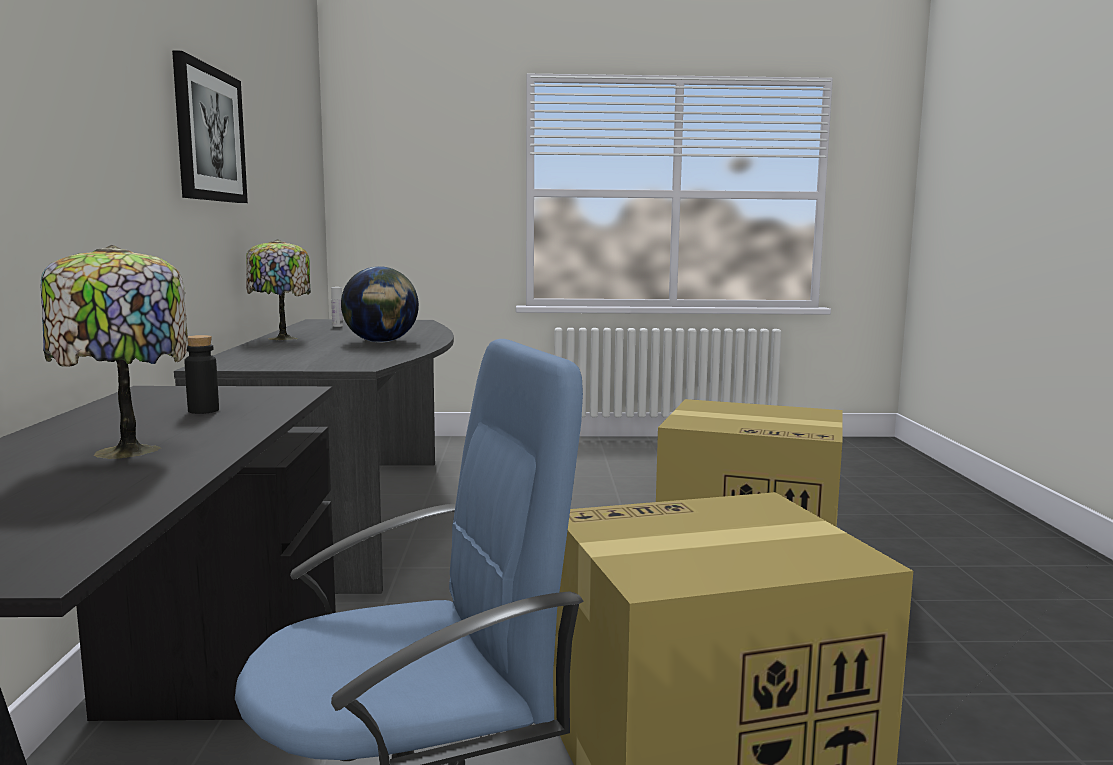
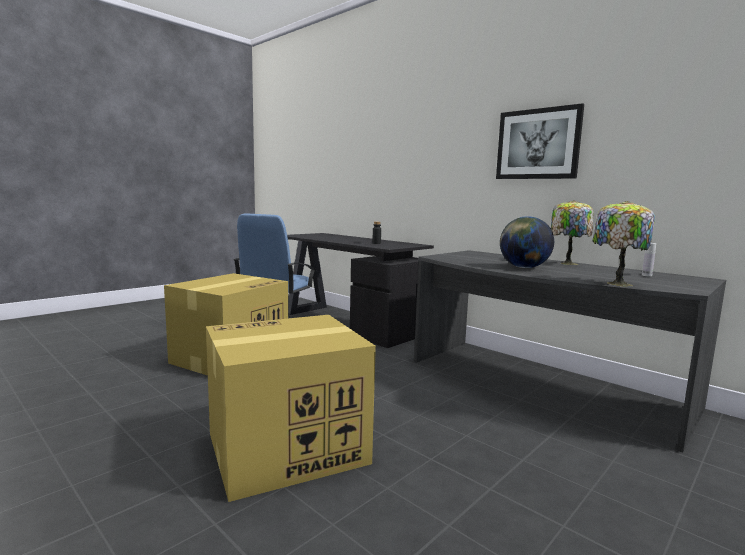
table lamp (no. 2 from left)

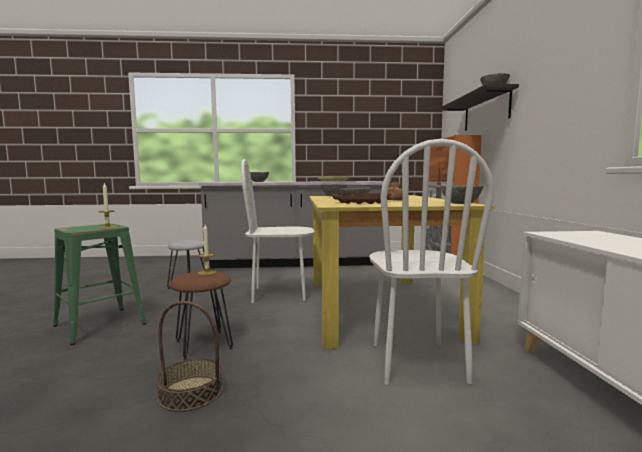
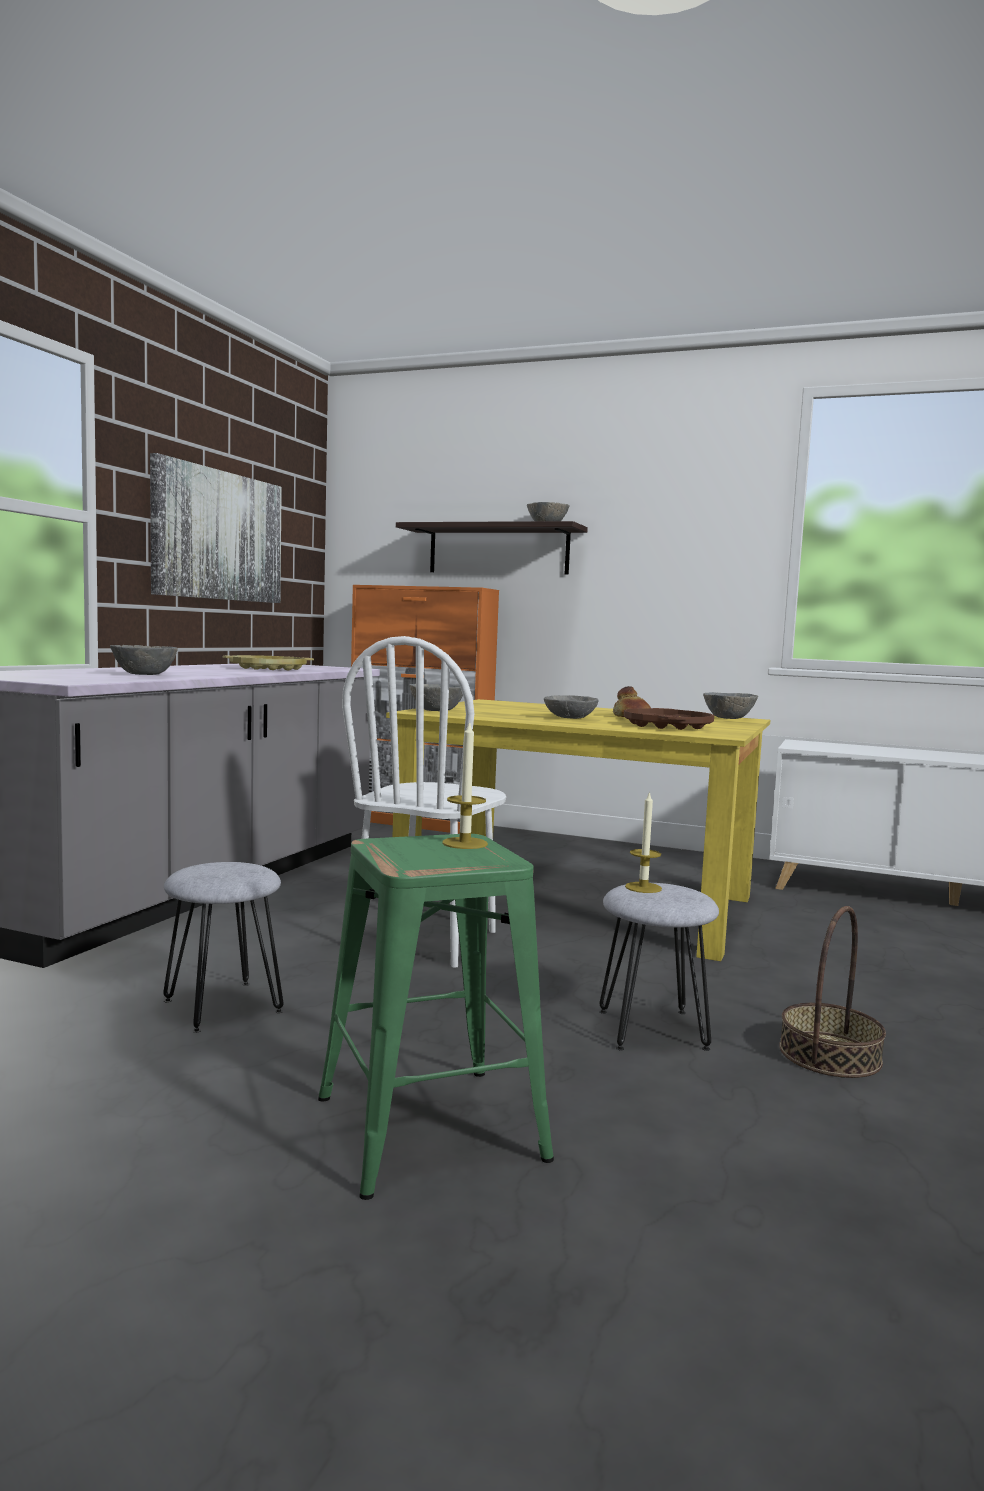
chair/white (no. 2 from left in the first image)
stool/gray (no. 2 from left)
wall art

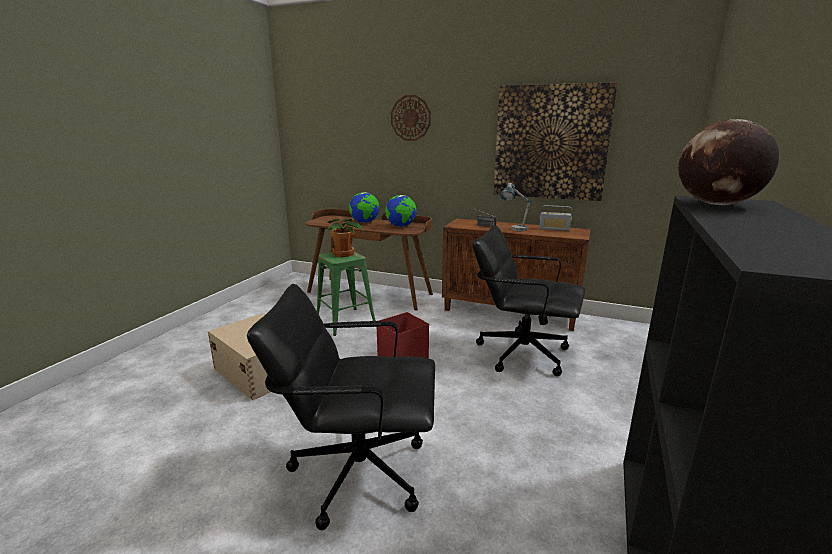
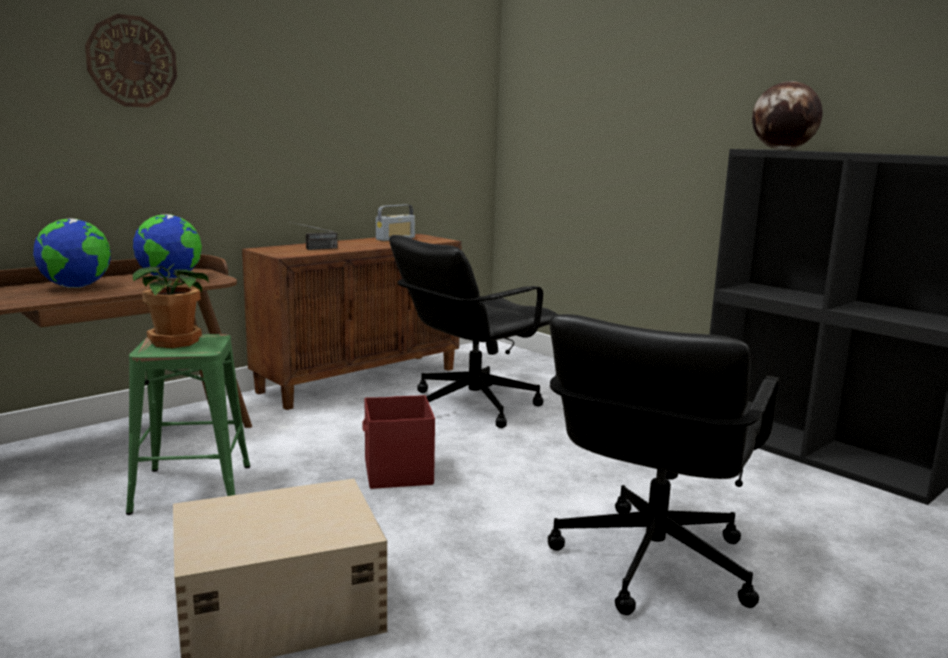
wall art
table lamp

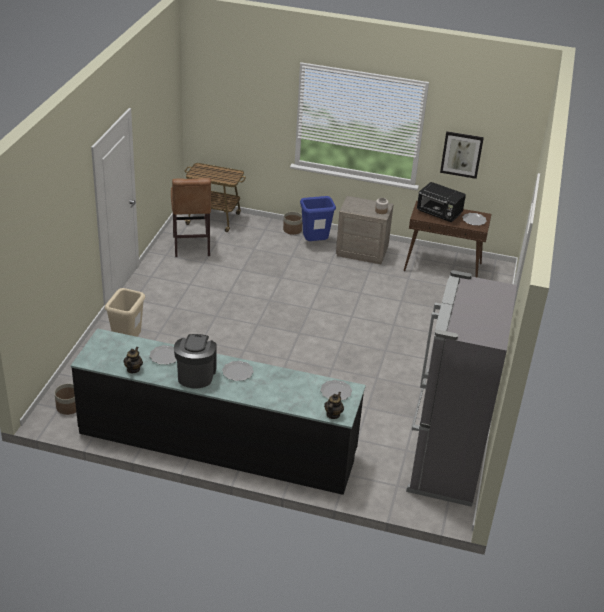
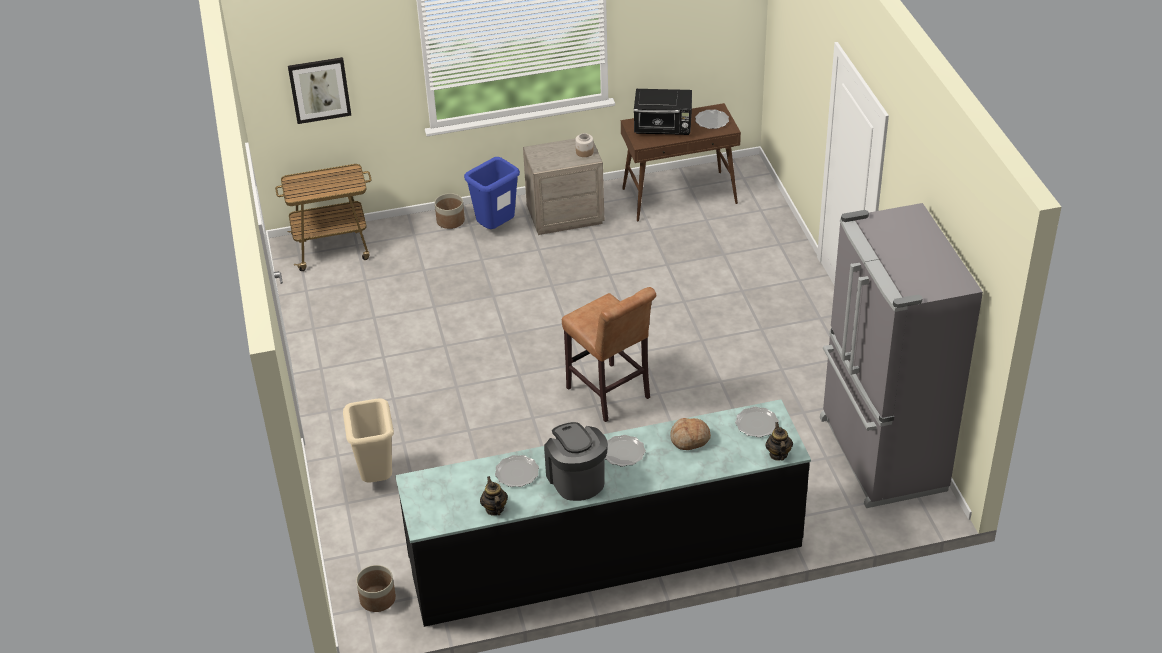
wall art
stool/brownish
baked bread

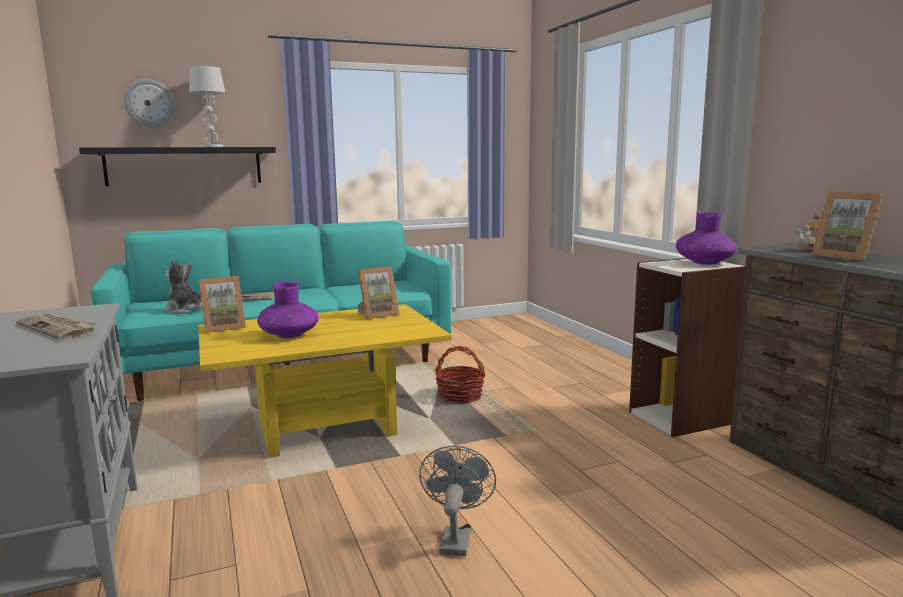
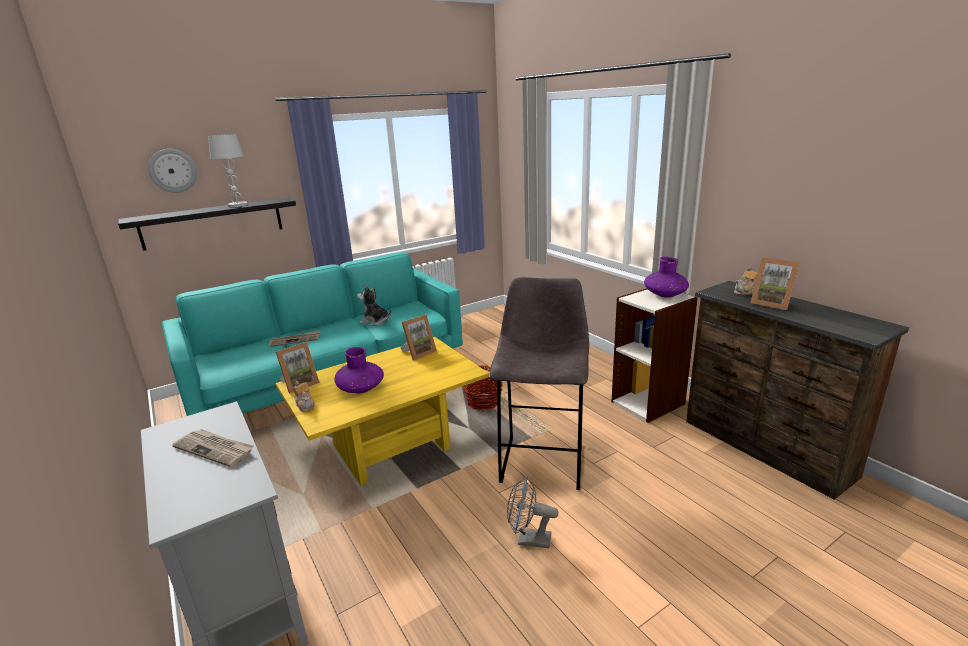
soft toy
electric fan/gray
stool/gray
teapot (no. 1 from left)

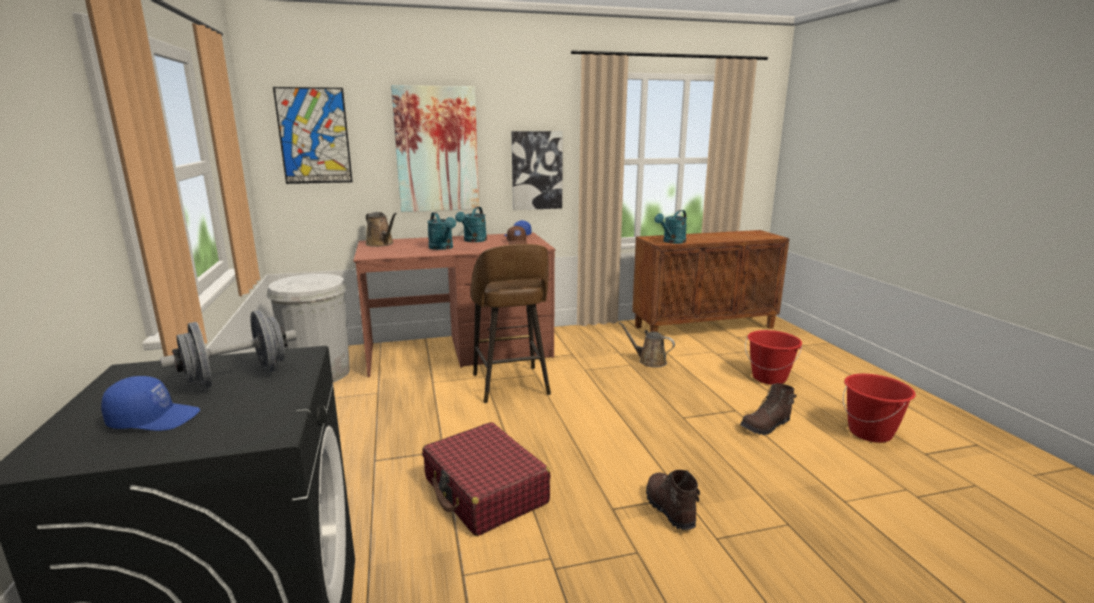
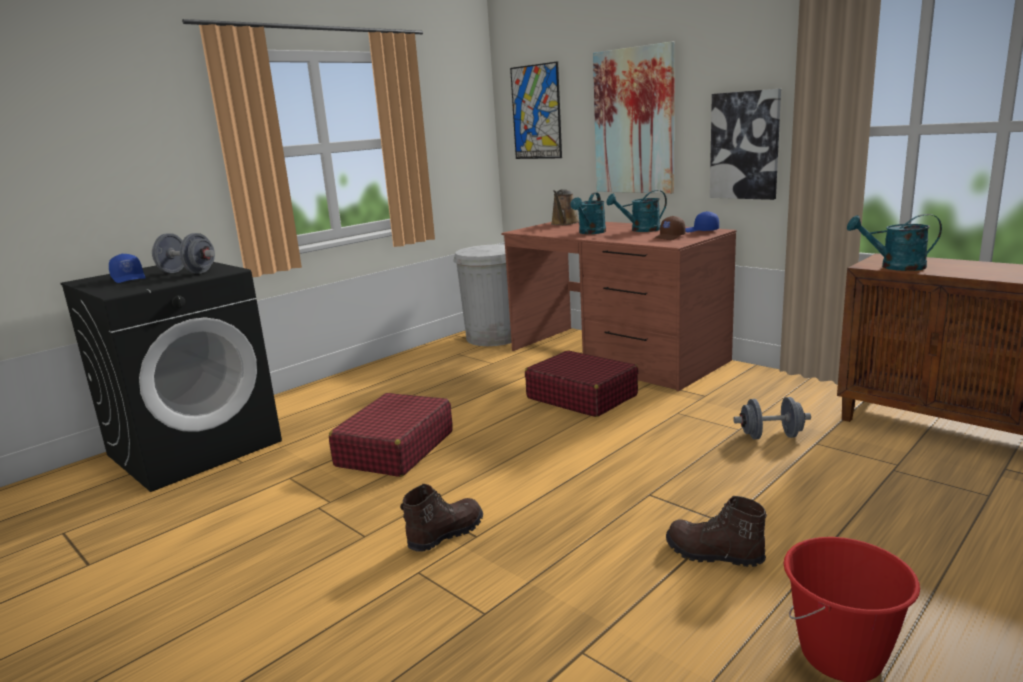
piece of luggage/red (no. 2 from left)
hand weight/gray (no. 2 from left)
water bucket/red (no. 1 from left in the first image)

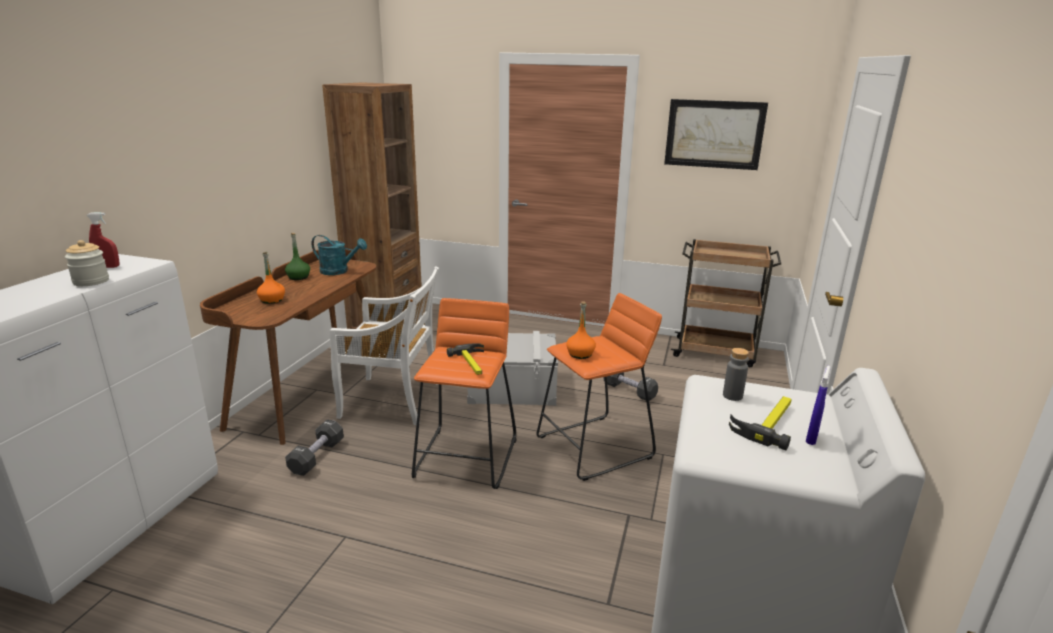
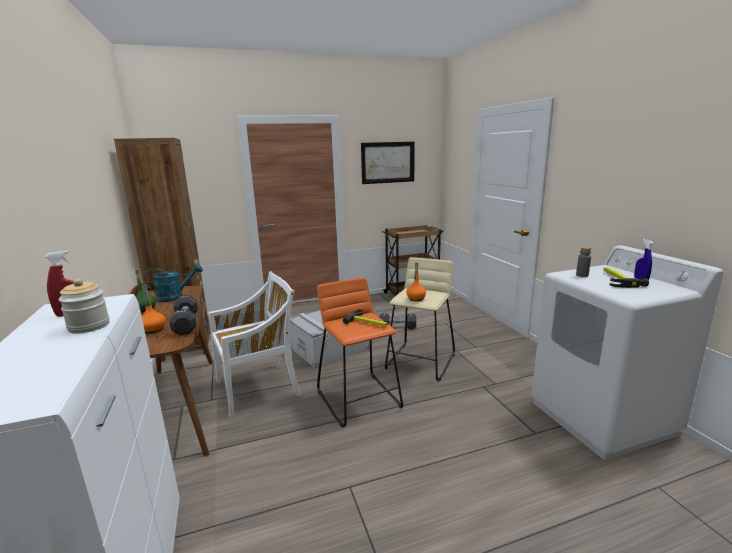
stool/beige-coloured
hand weight/black (no. 1 from left)

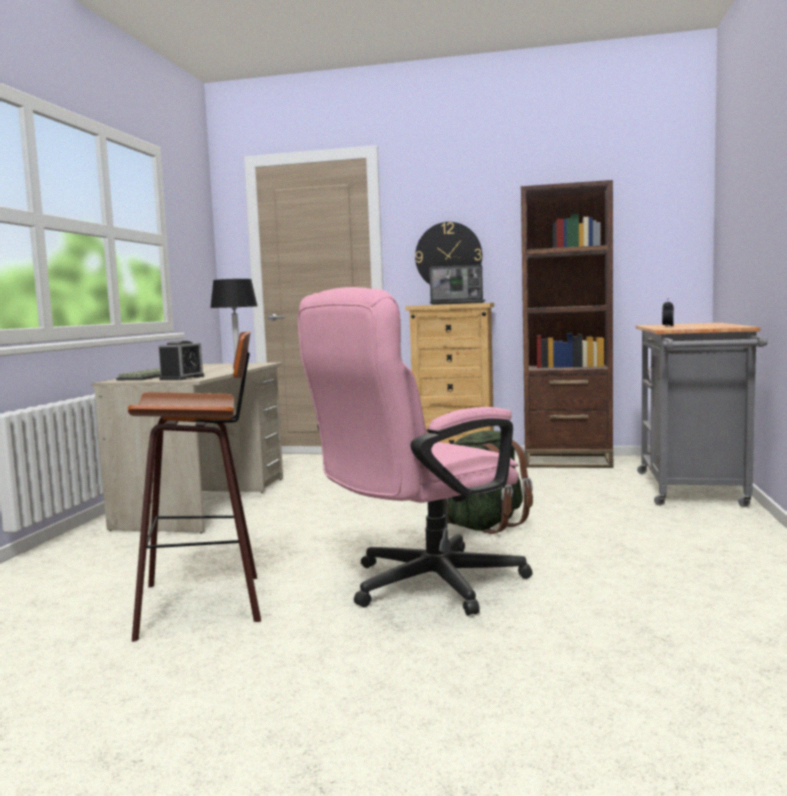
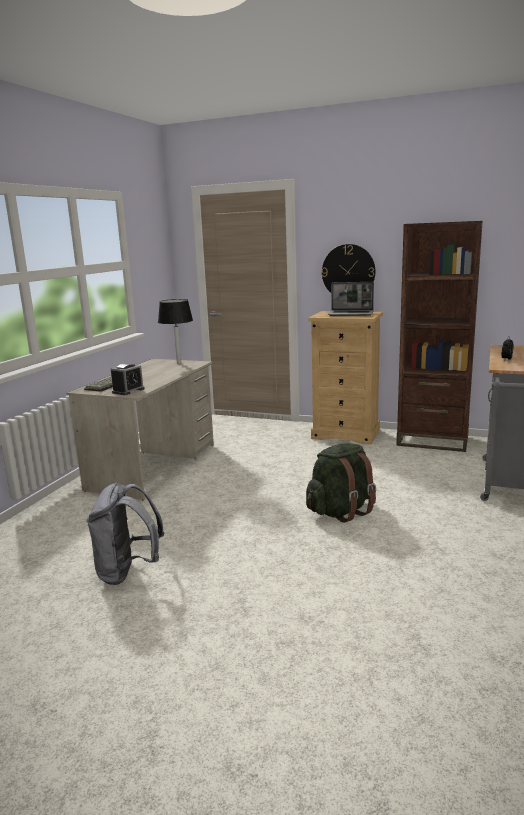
office chair/pinkish
backpack/gray

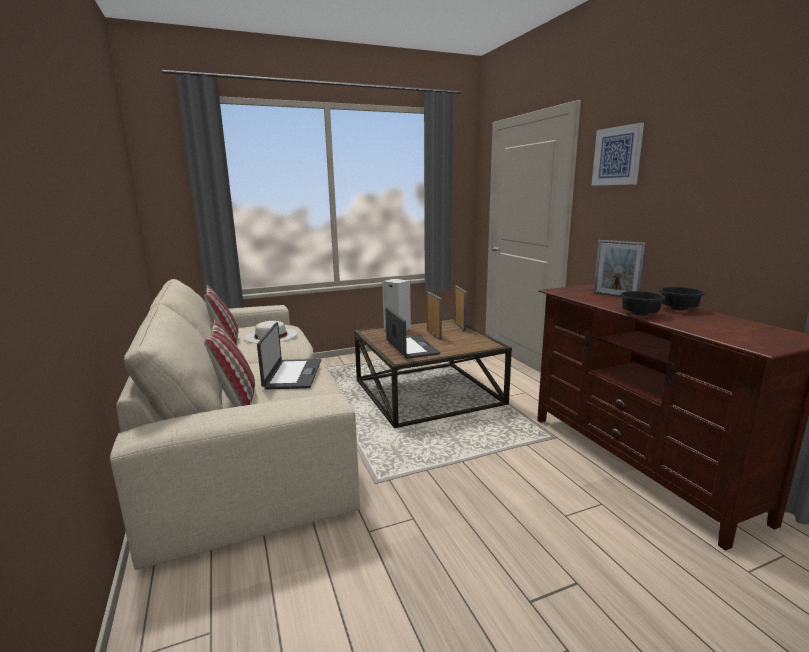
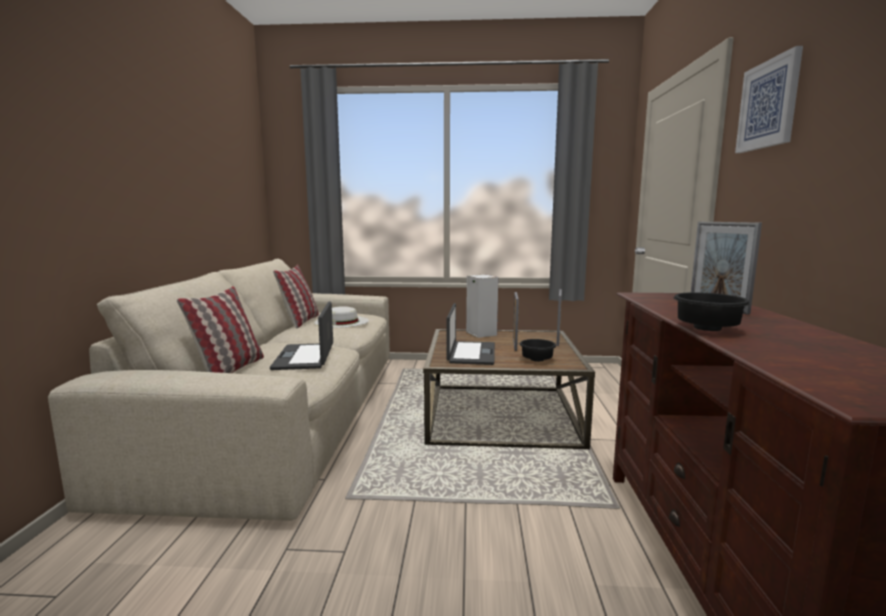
serving bowl/black (no. 1 from left)
laptop (no. 1 from left)

